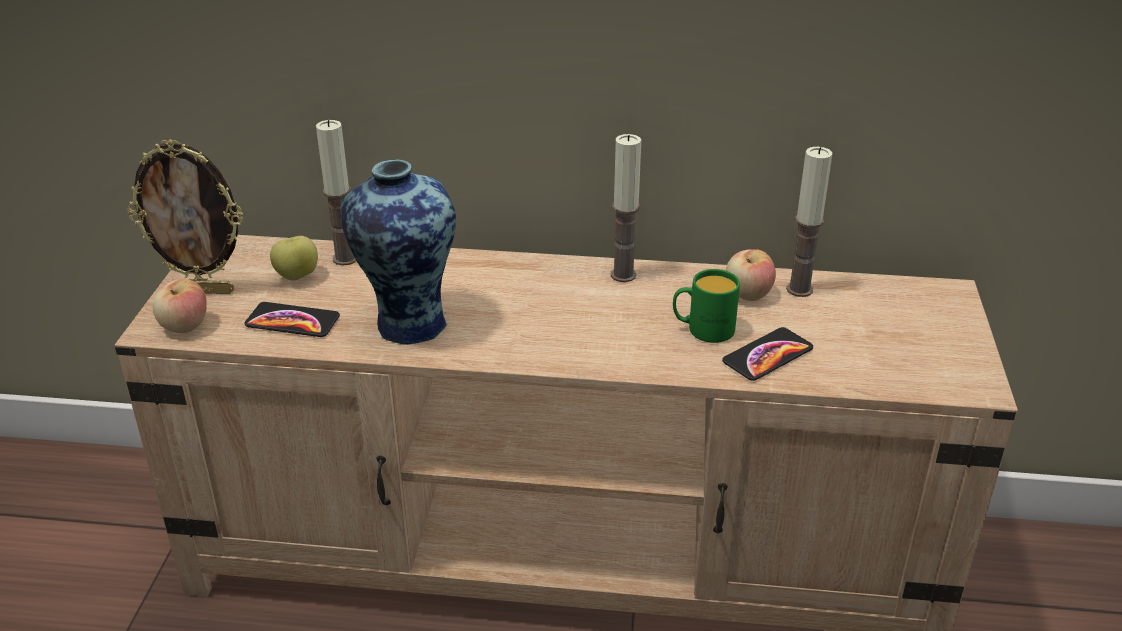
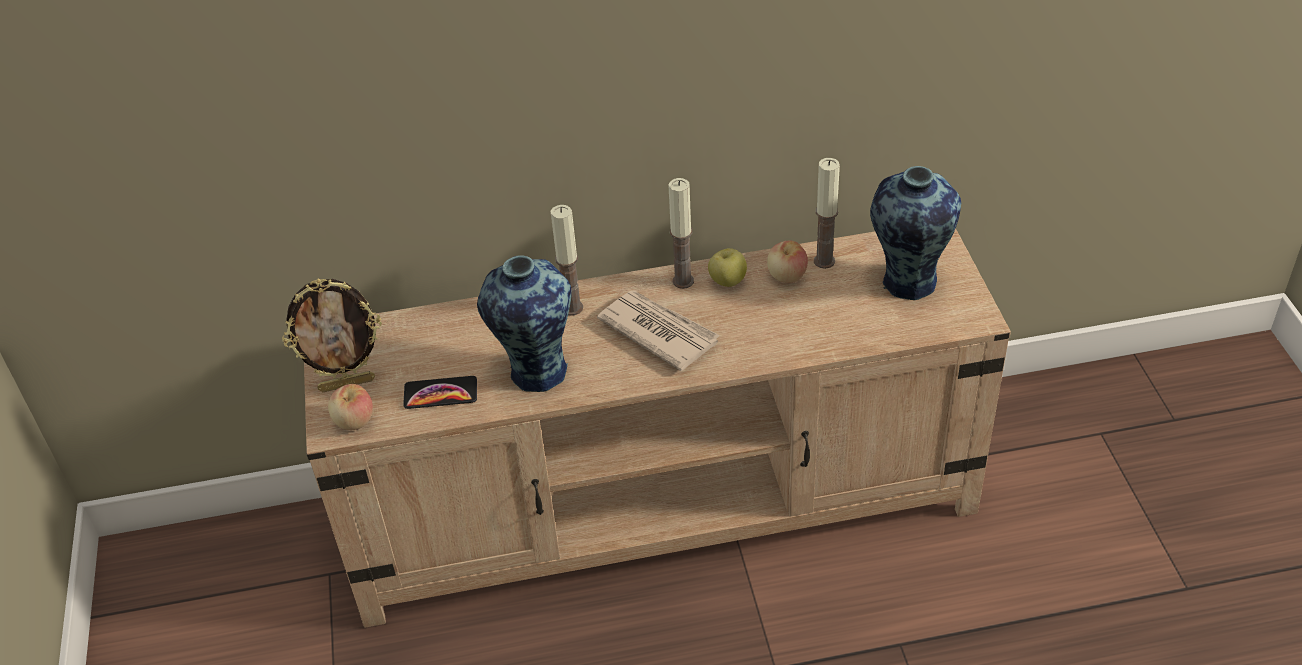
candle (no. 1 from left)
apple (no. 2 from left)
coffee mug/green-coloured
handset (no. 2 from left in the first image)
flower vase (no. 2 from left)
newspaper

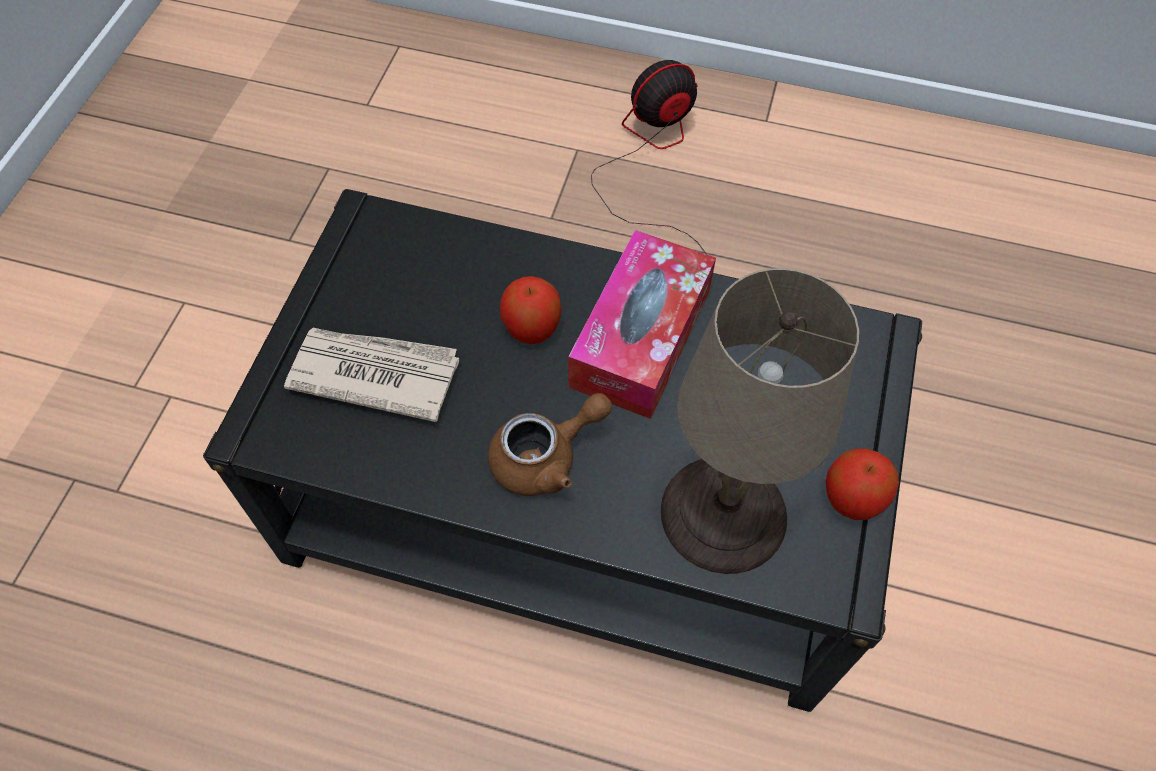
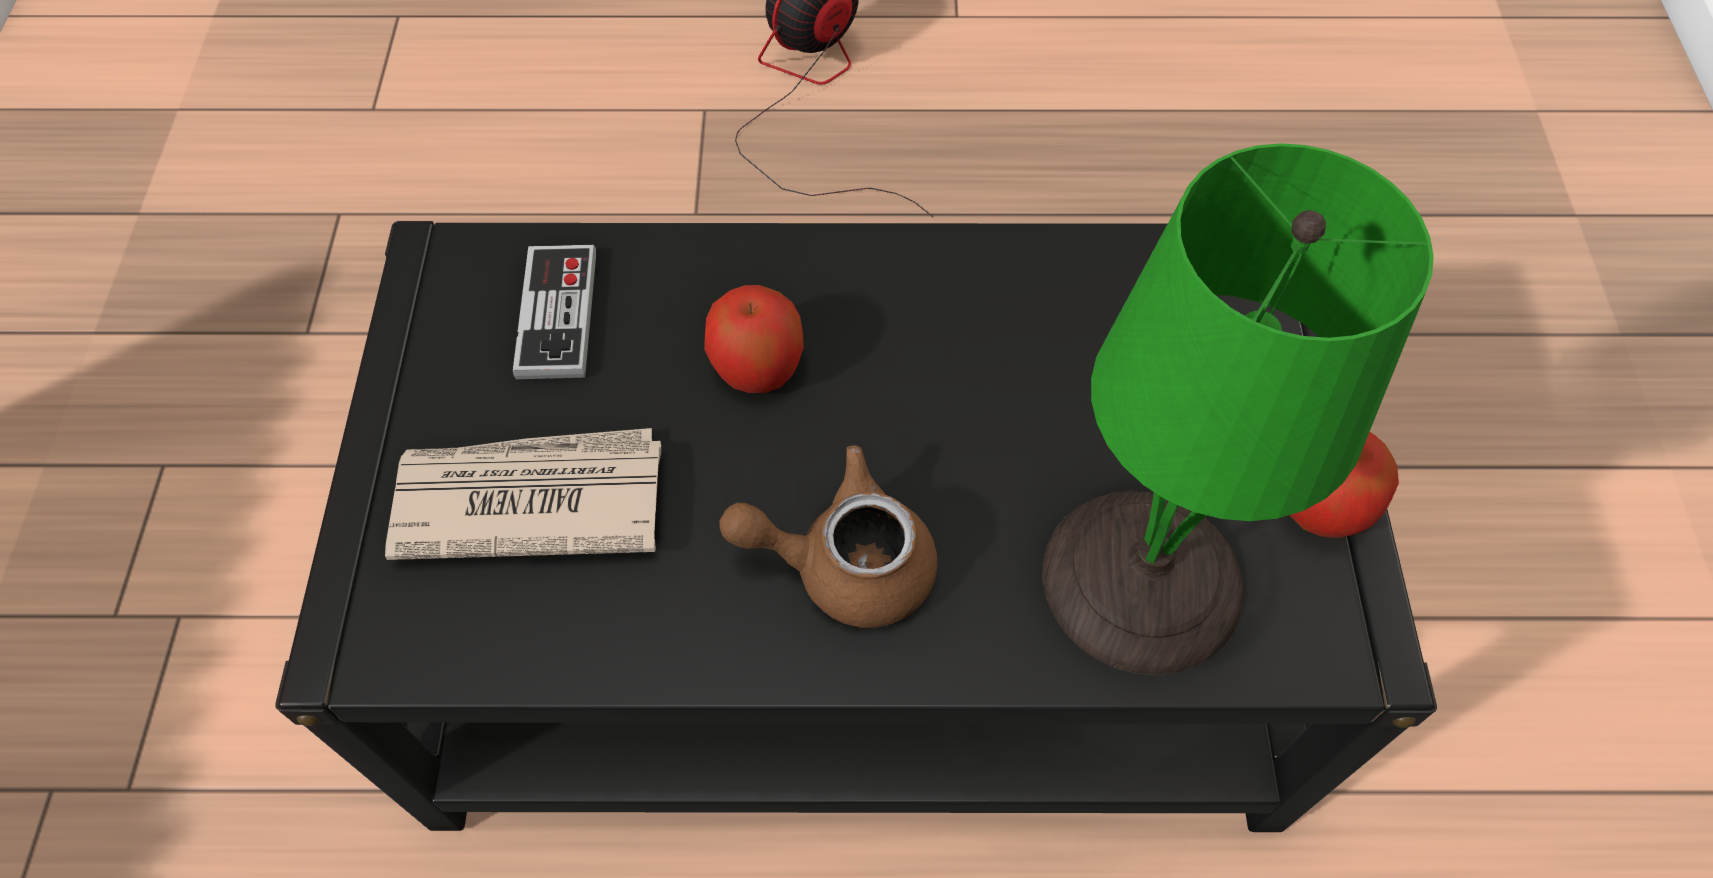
tissue box
table lamp/green-coloured
teapot/brownish
gamepad

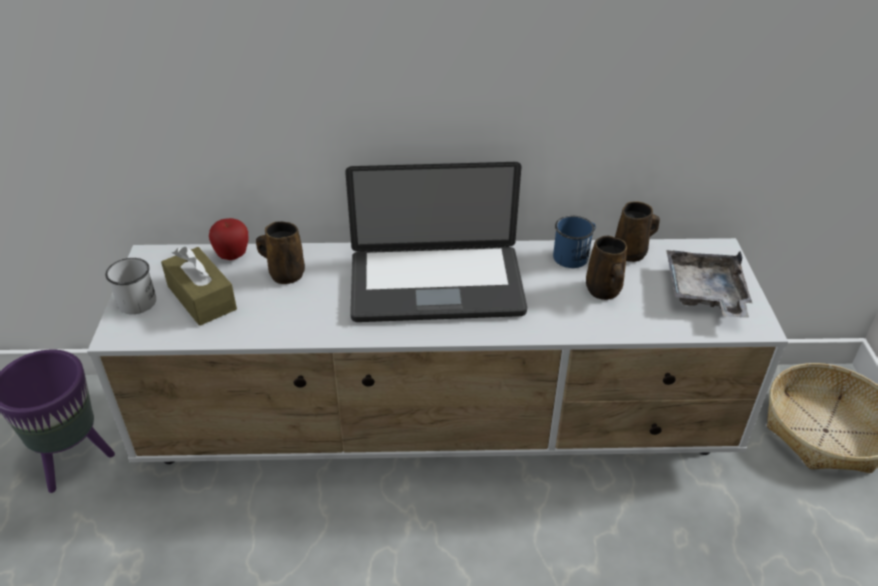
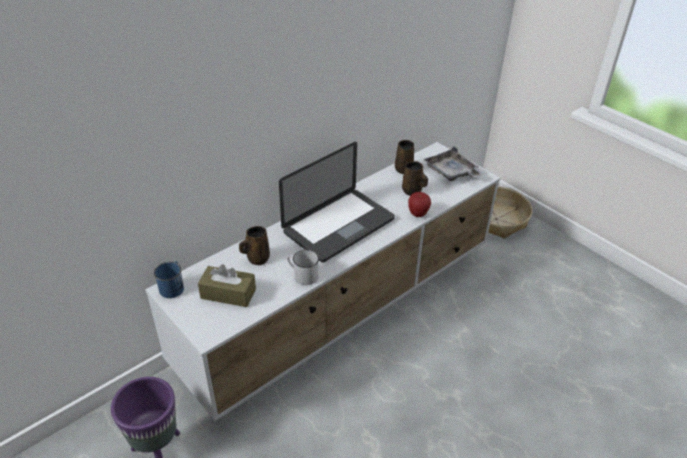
coffee mug/blue-coloured
apple
coffee mug/white

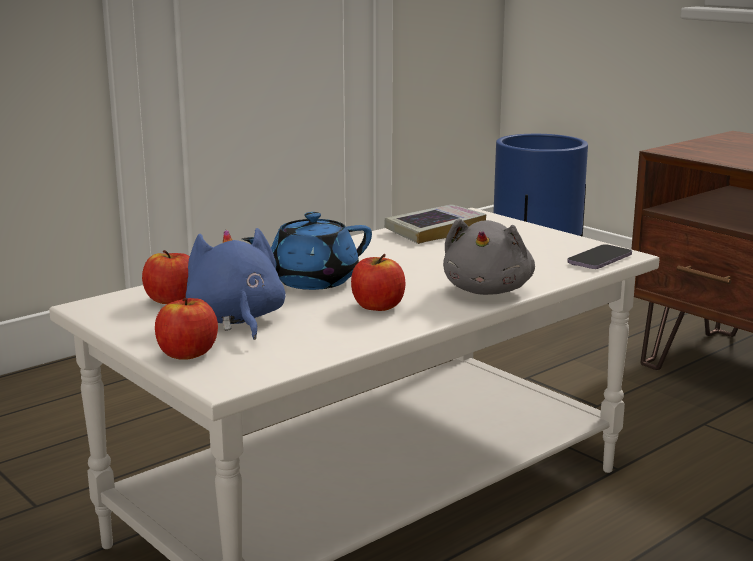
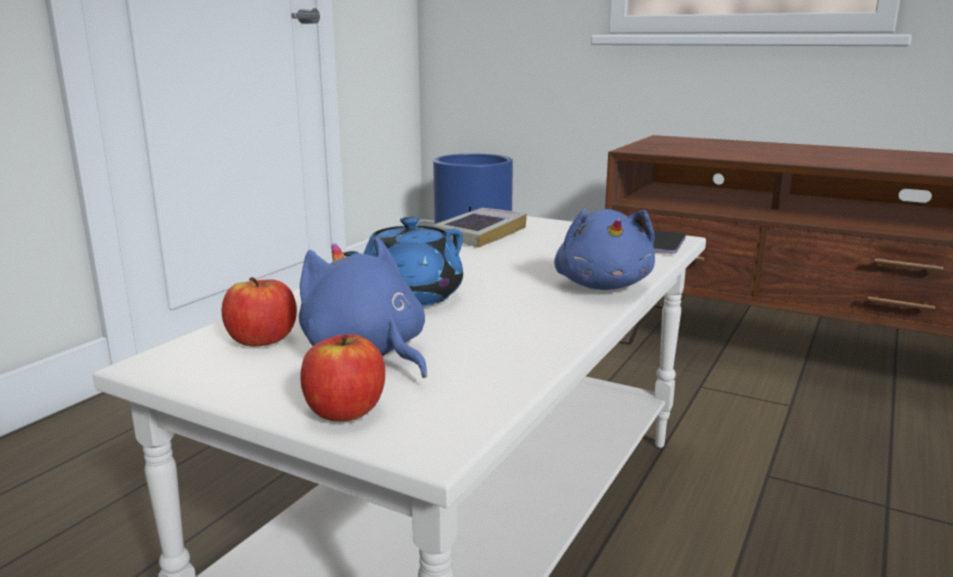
soft toy/blue-coloured (no. 2 from left)
apple (no. 3 from left in the first image)

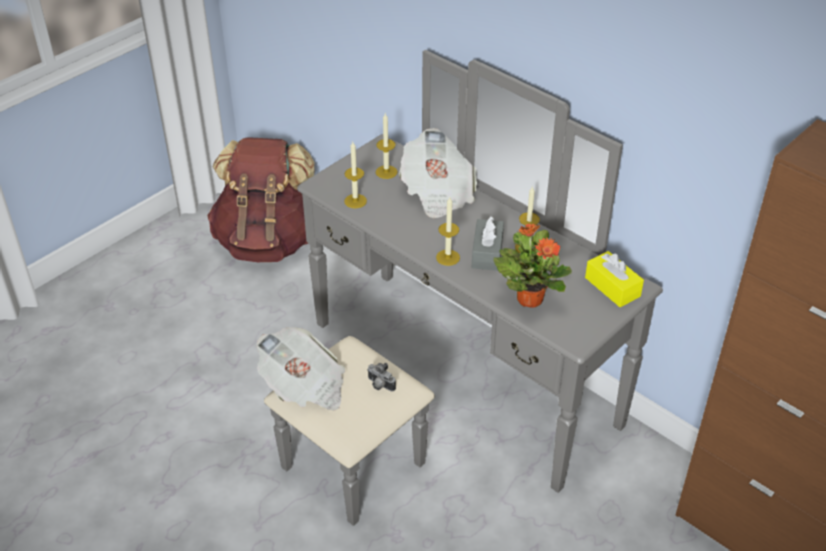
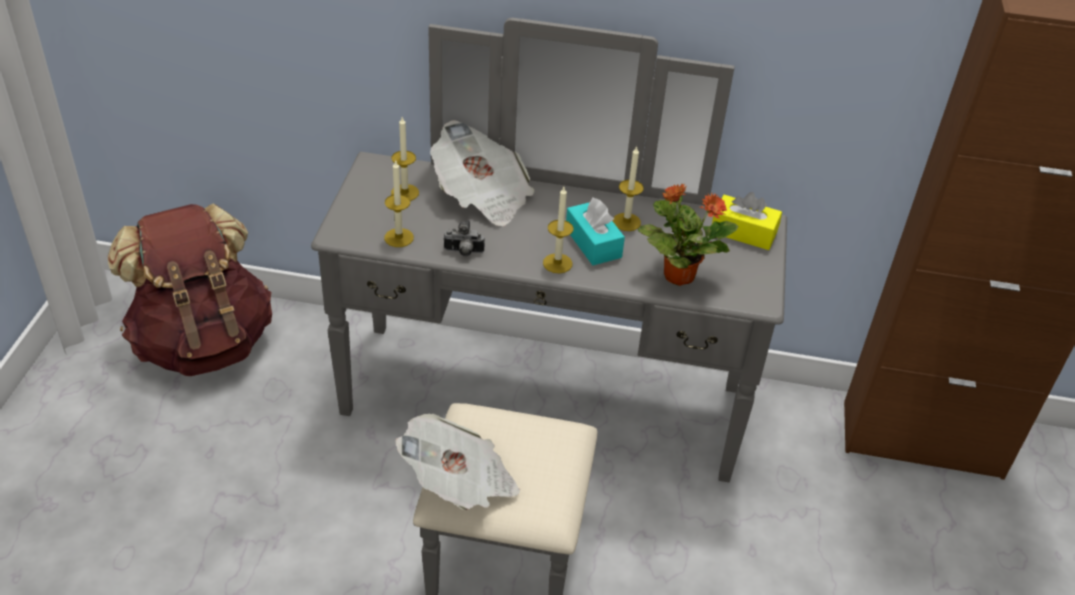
tissue box/blue-green
photo camera

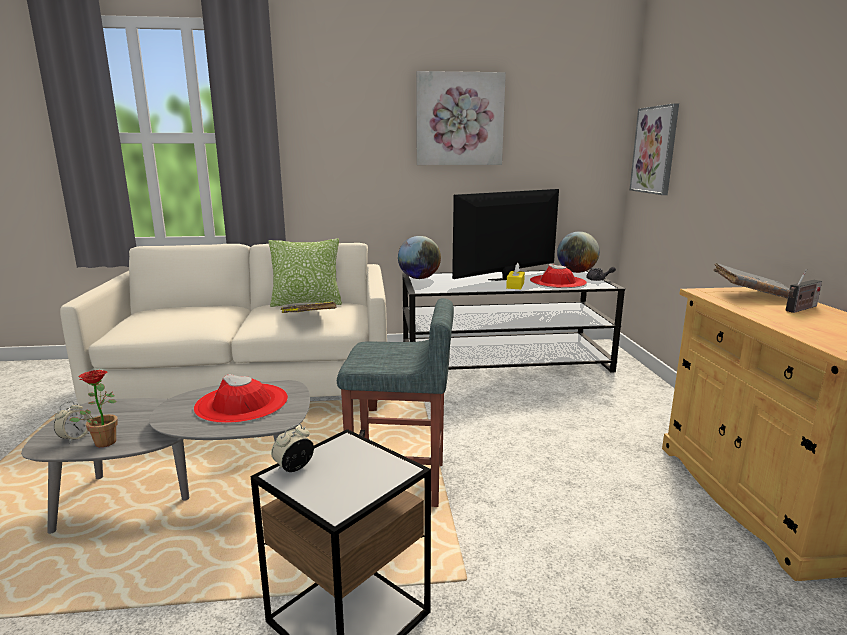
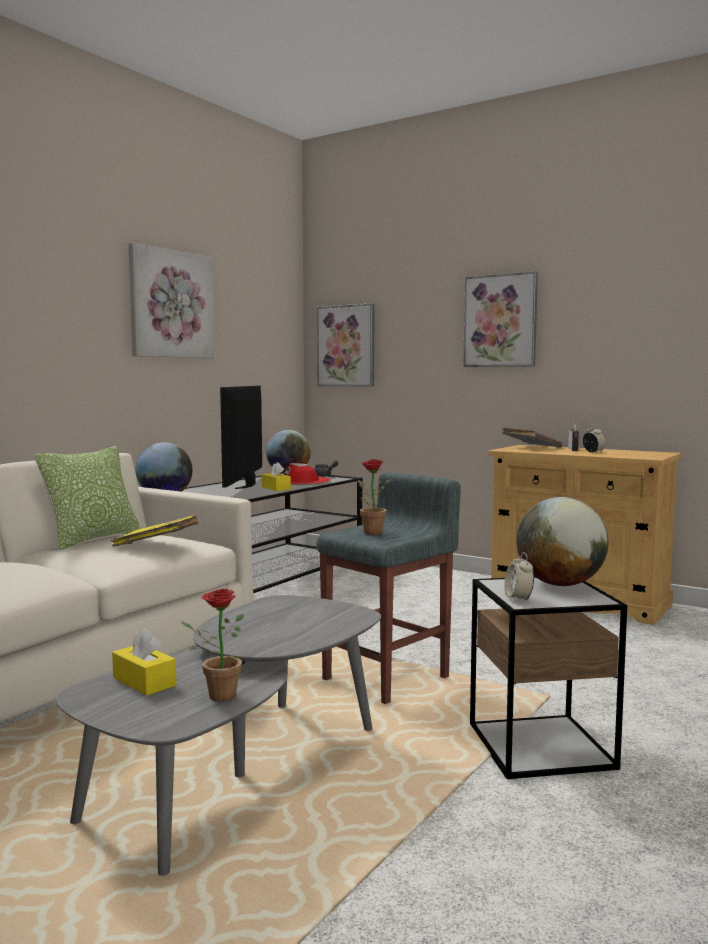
hat/red (no. 1 from left in the first image)
table clock (no. 2 from left)
wall art (no. 3 from left)
potted plant (no. 2 from left)
globe (no. 3 from left)
tissue box/yellowish (no. 1 from left)

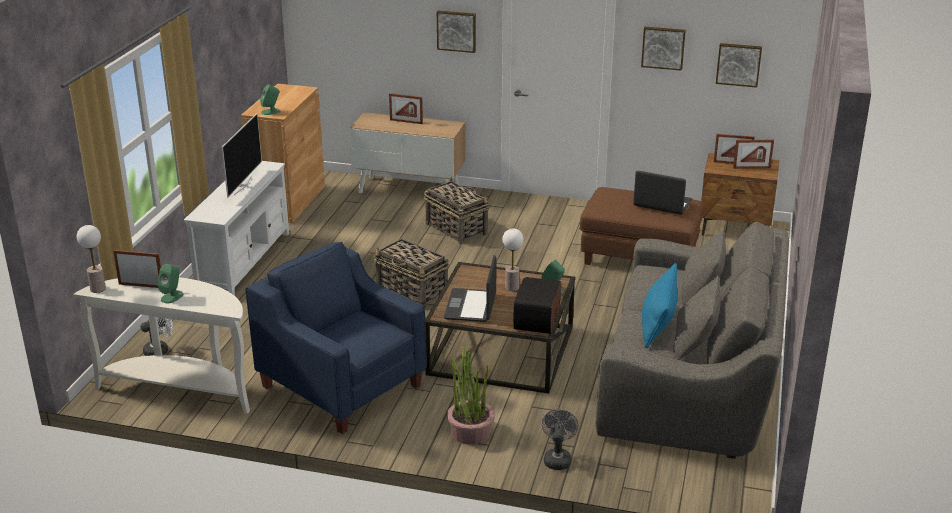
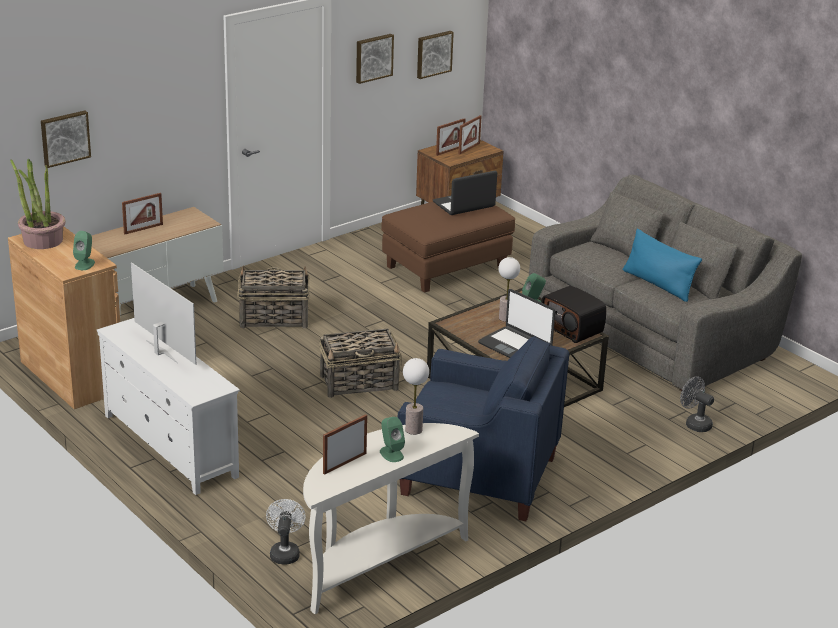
wall art (no. 1 from left)
table lamp (no. 1 from left)
easy chair/blue-coloured
potted plant

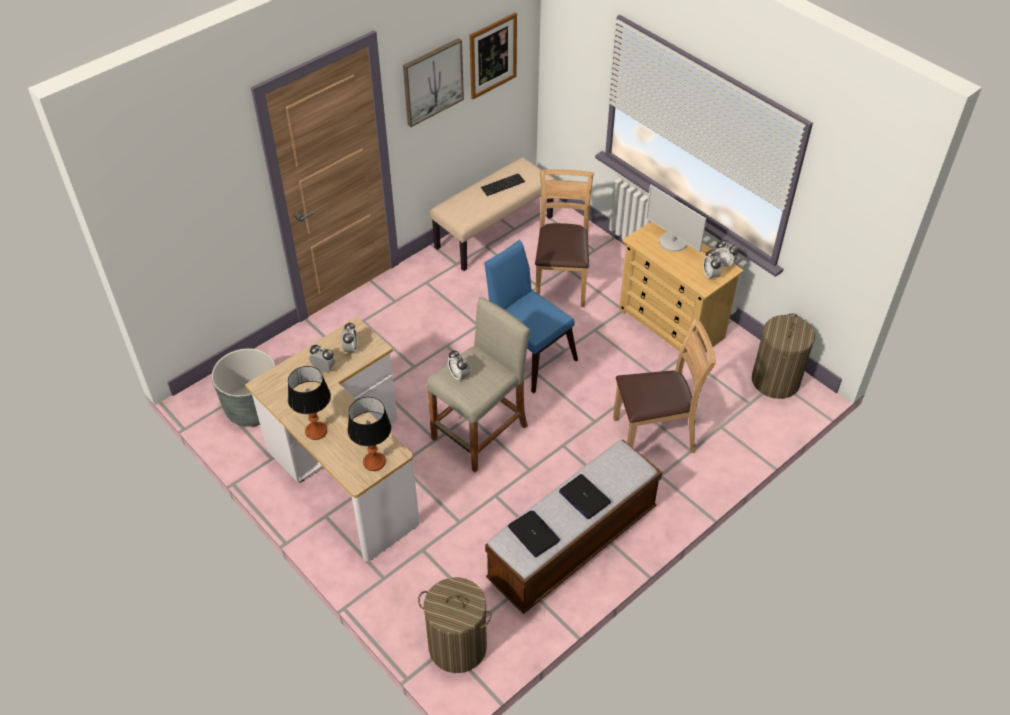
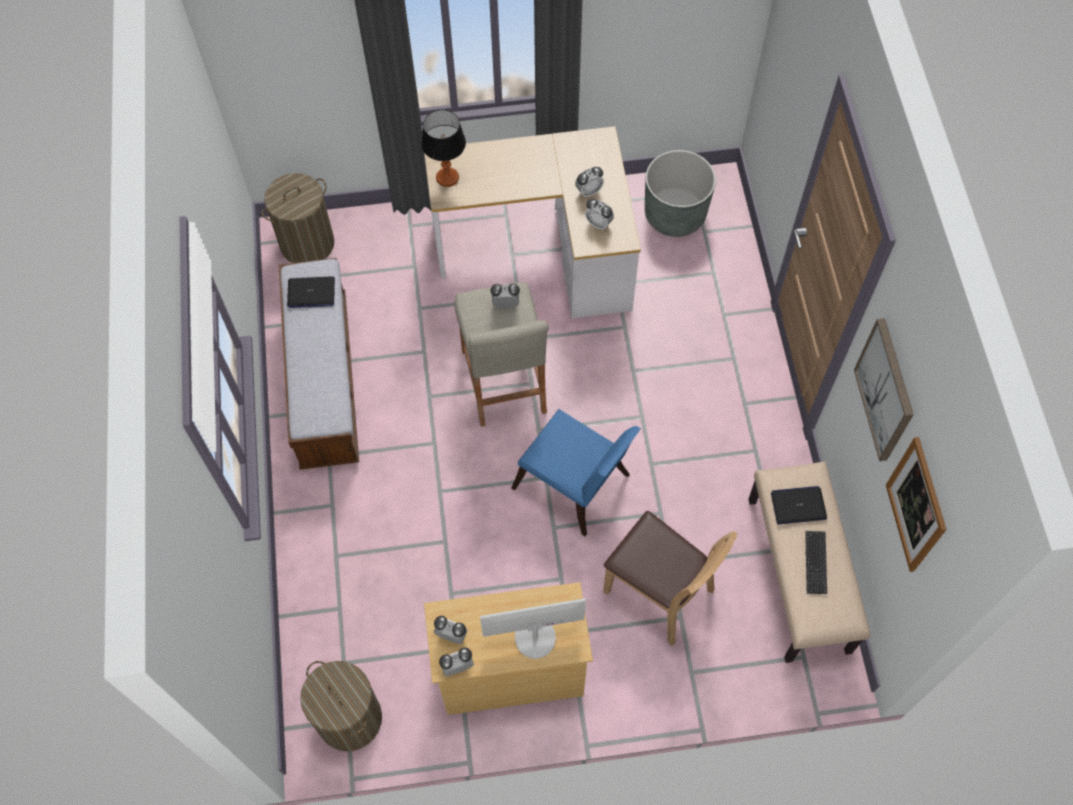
chair/blue-coloured
chair/brownish (no. 2 from left in the first image)
table lamp (no. 1 from left in the first image)
laptop (no. 2 from left)

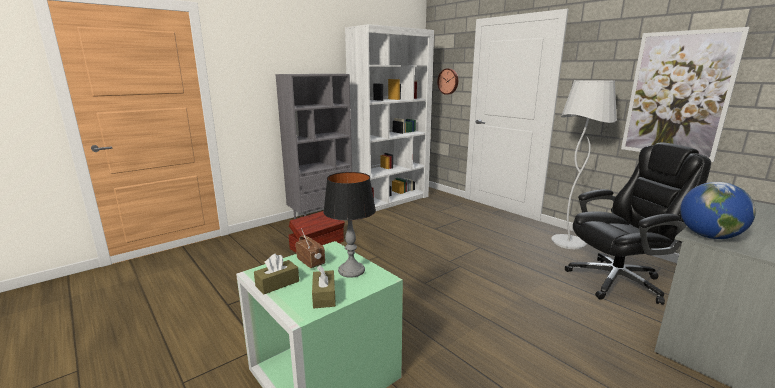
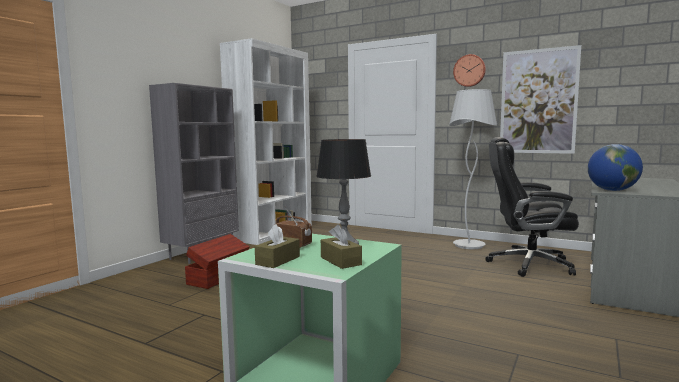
hanging clock
office chair/black

